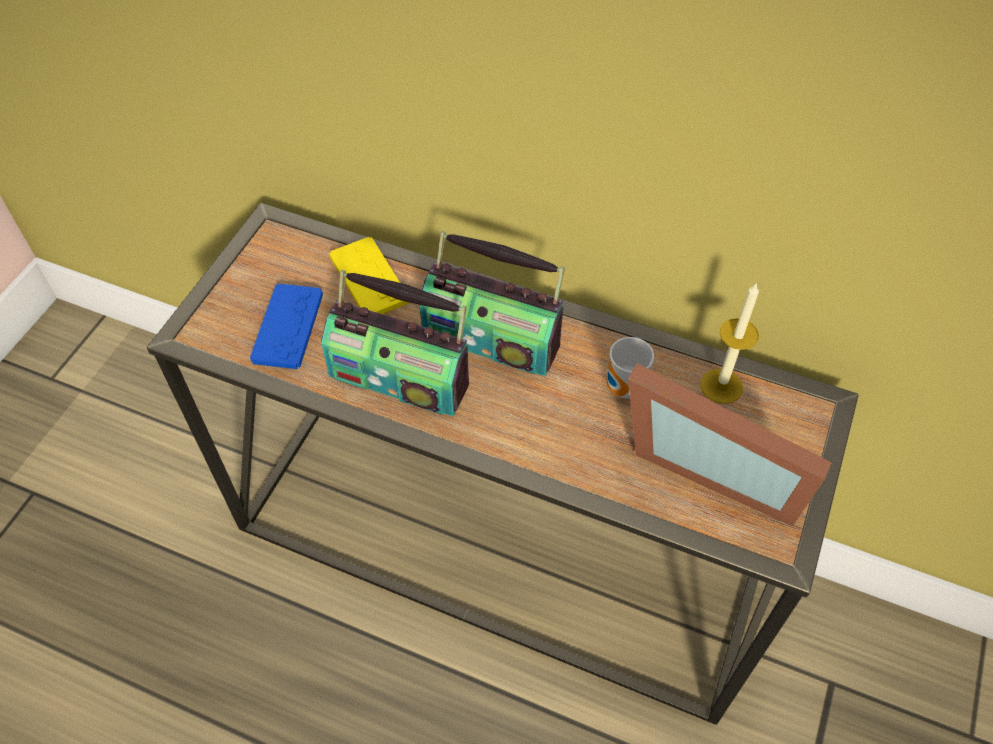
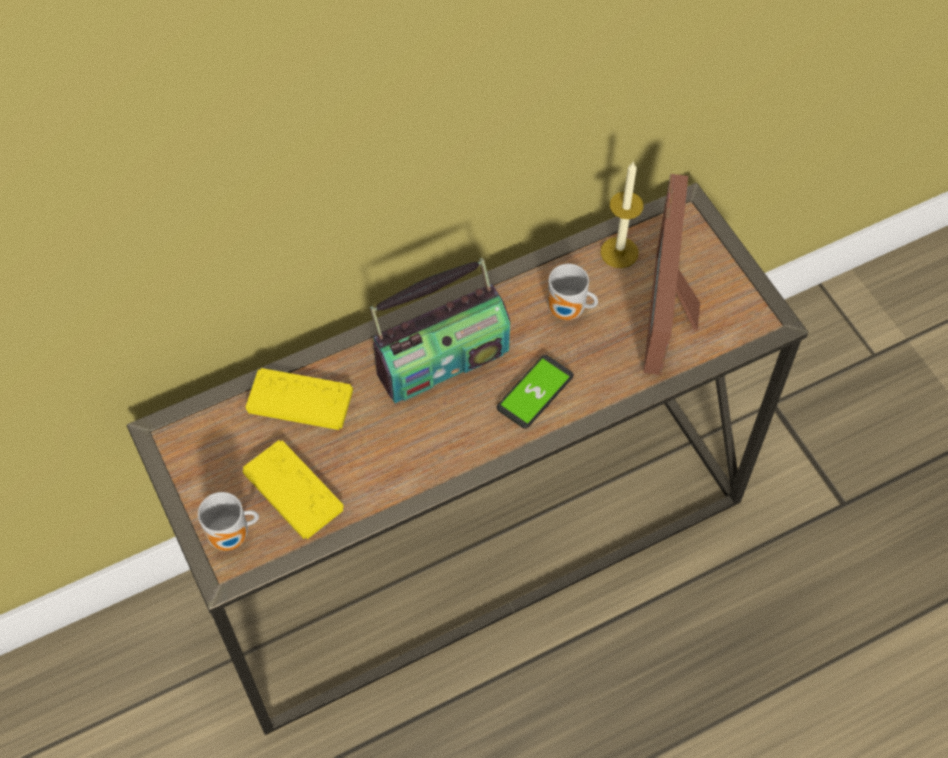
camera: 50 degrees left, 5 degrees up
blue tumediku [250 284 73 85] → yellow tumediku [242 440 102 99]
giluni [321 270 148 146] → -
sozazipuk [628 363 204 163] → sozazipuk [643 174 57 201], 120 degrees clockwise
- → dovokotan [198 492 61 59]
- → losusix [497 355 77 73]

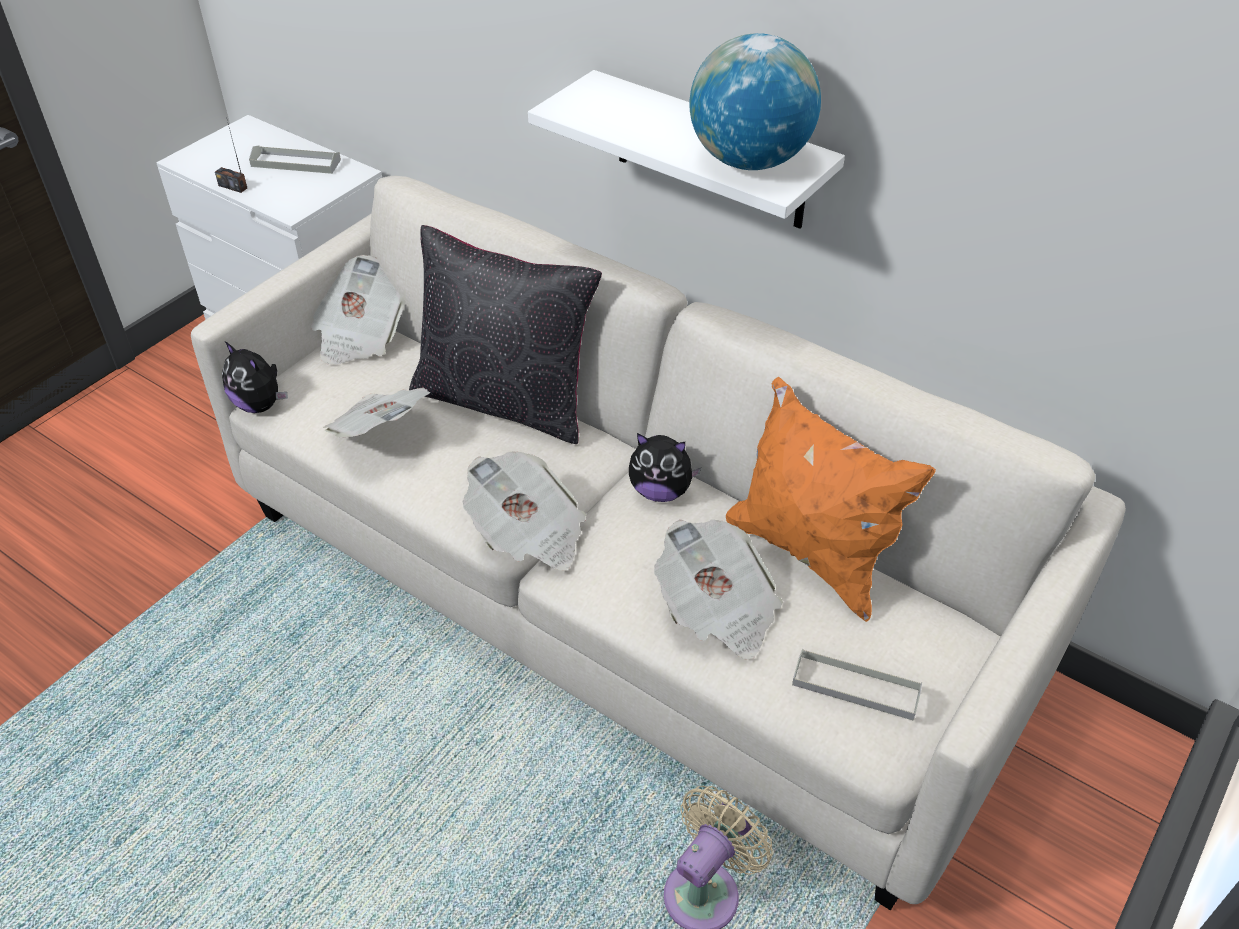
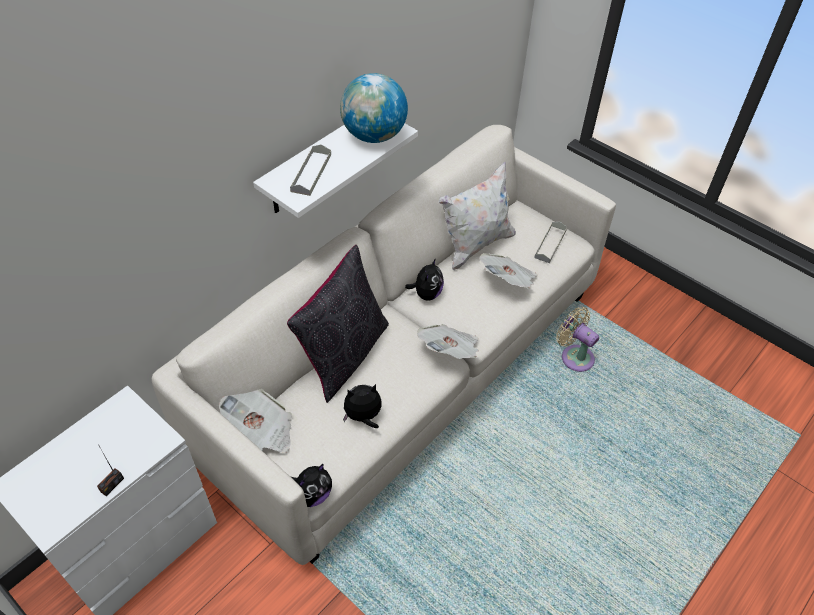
camera: 85 degrees left, 5 degrees up
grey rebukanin [249 146 92 28] → grey rebukanin [290 144 41 52], shifted
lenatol [323 387 107 50] → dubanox [343 384 39 44]
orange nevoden [726 377 210 245] → white nevoden [439 162 77 108]

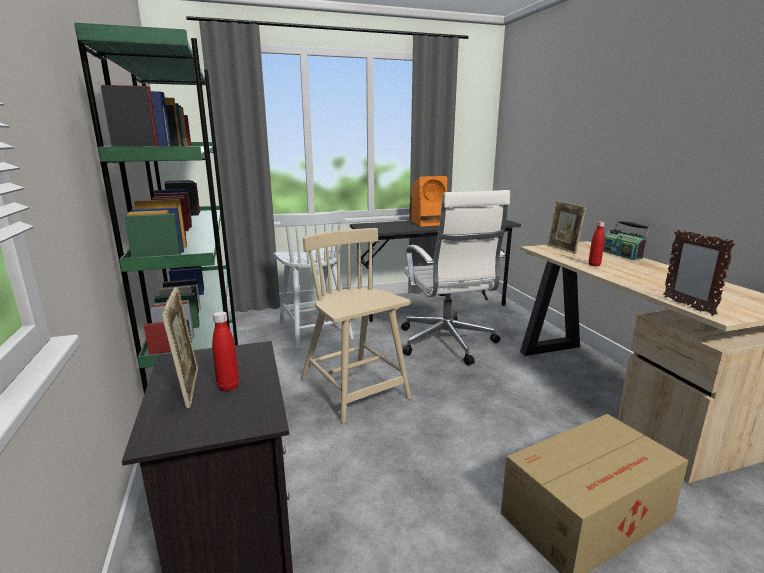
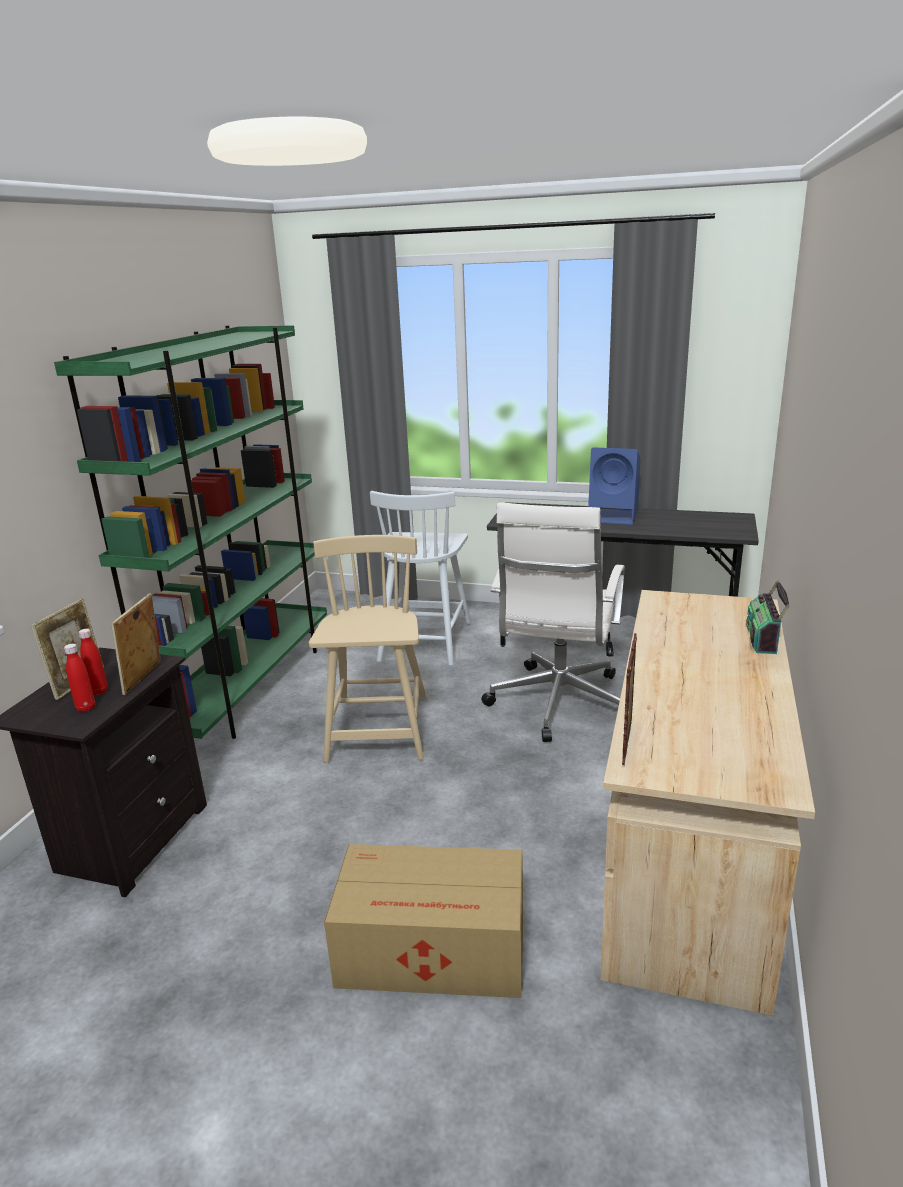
camera: 35 degrees right, 5 degrees up
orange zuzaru [411 176 36 51] → blue zuzaru [588 447 53 78]
sozazipuk [547 201 39 53] → sozazipuk [111 593 50 102], shifted
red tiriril [588 221 17 45] → red tiriril [64 644 31 68], shifted

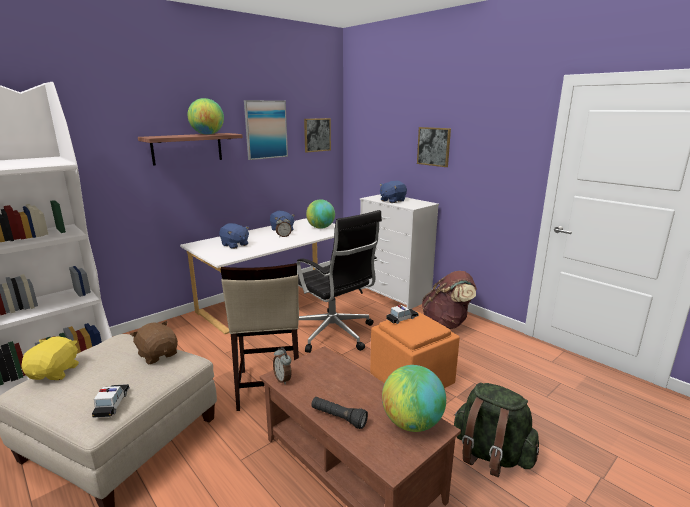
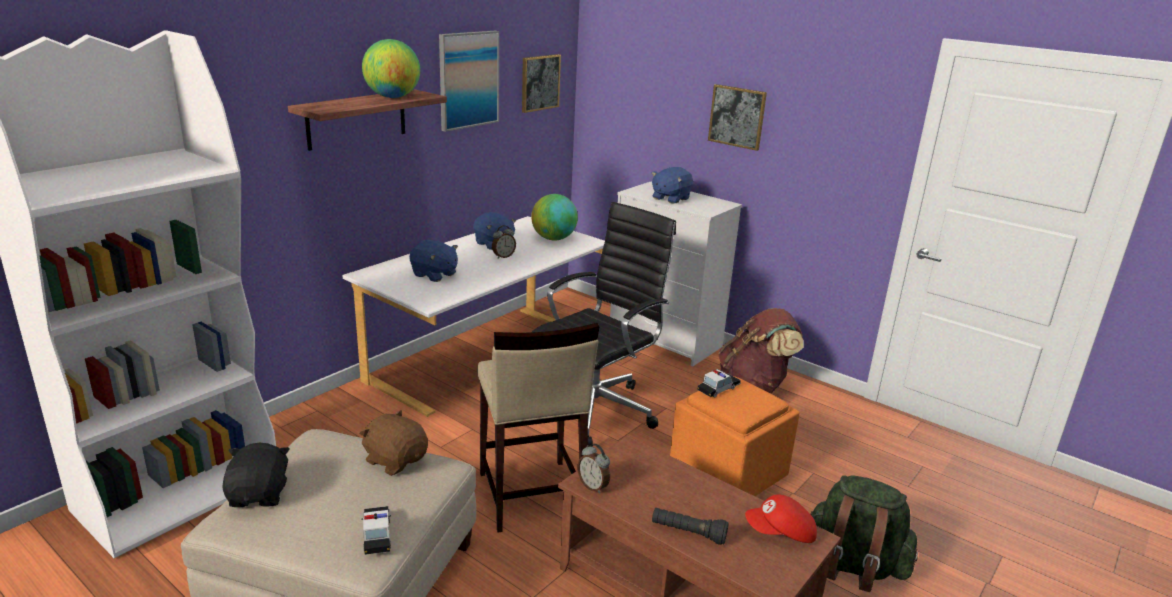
camera: 10 degrees left, 5 degrees up
yellow dubanox [21 336 58 44] → black dubanox [222 443 68 64]
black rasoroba [296 210 86 143] → black rasoroba [532 202 144 245], 90 degrees counterclockwise
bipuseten [382 365 64 67] → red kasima [745 494 72 49]

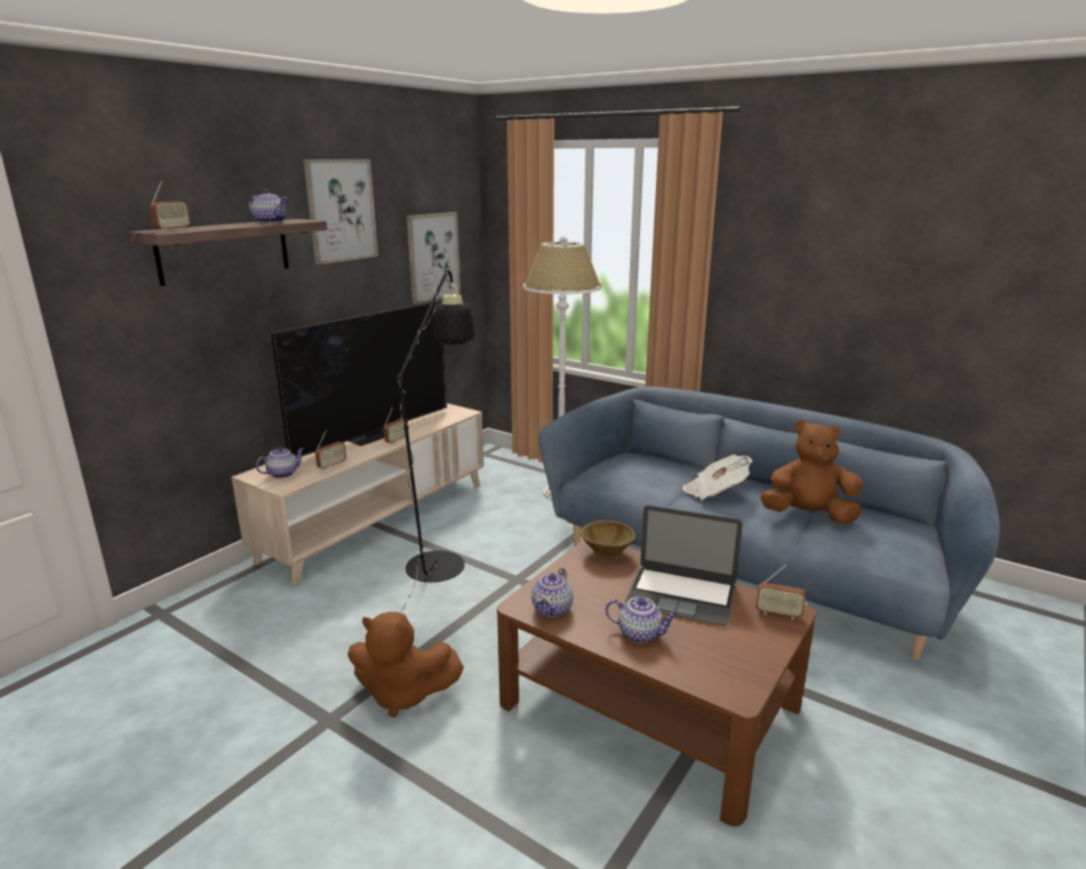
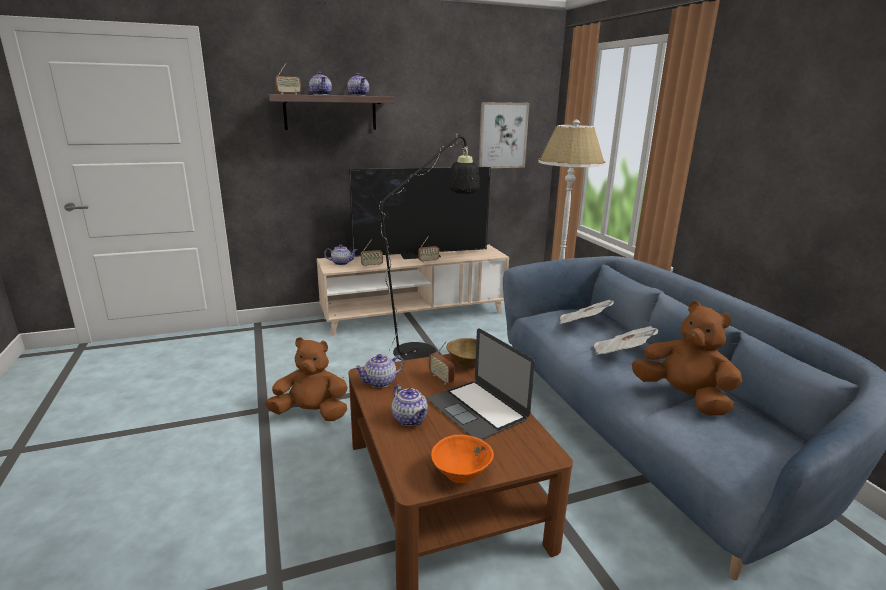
camera: 35 degrees right, 0 degrees up
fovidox [303 159 75 106] → -
brown dubanox [348 612 116 106] → brown dubanox [265 337 83 84], 135 degrees clockwise
giluni [756 565 50 55] → giluni [429 342 25 43], shifted
- → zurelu [309 72 23 23]
- → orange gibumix [431 435 63 48]
- → lenatol [560 300 54 24]

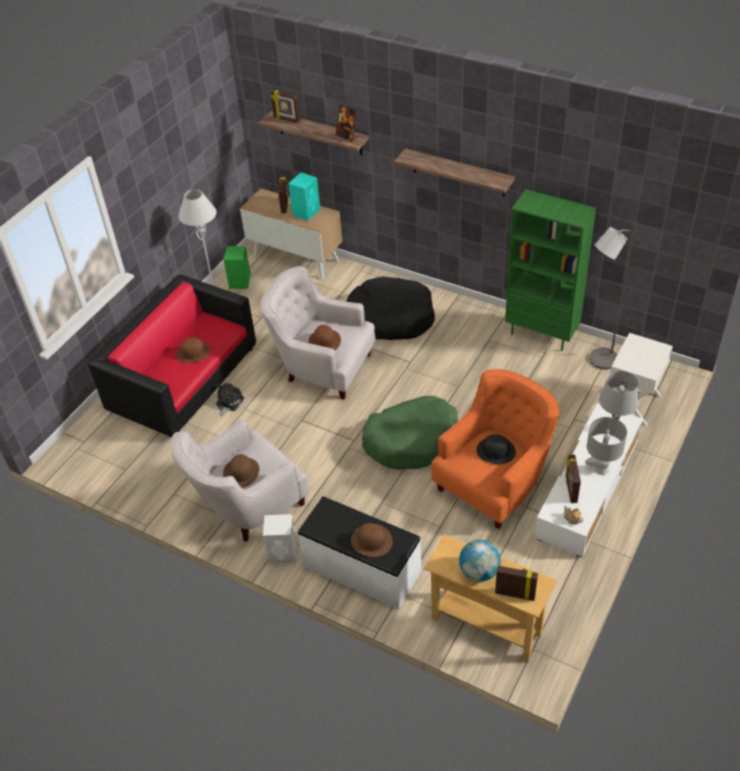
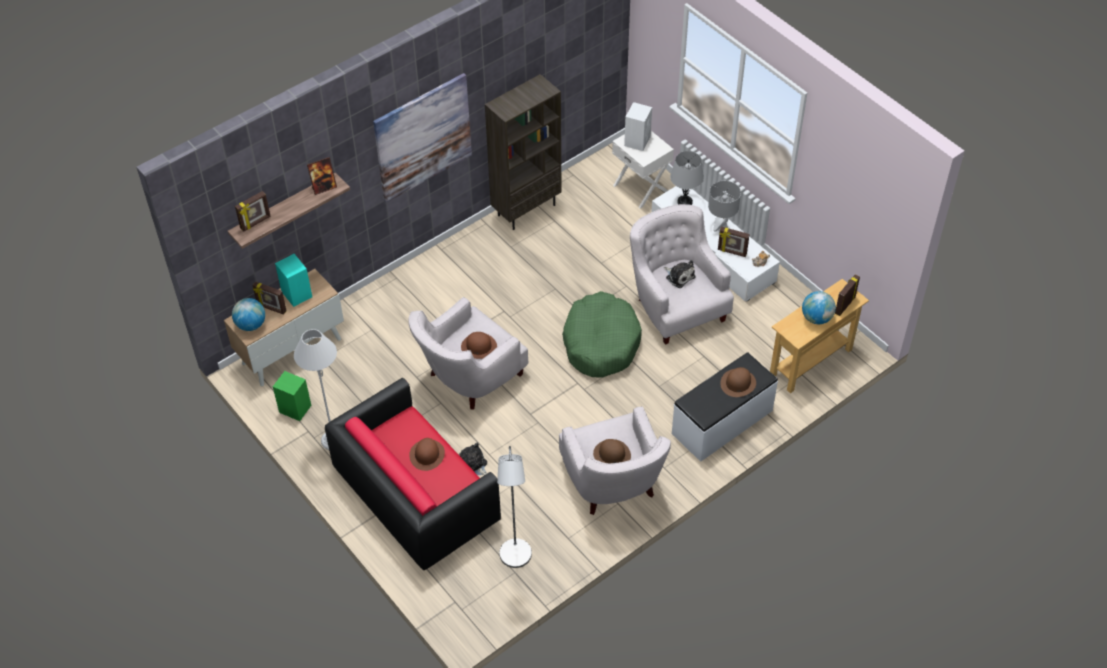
camera: 70 degrees left, 5 degrees up
white zuzaru [263 514 34 50] → white zuzaru [624 102 28 49], shifted
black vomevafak [346 276 89 64] → -
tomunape [394 148 121 48] → fovidox [373 73 99 130]
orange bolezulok [431 369 128 160] → white bolezulok [630 204 104 141]
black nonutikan [476 434 40 30] → dubanox [664 260 32 28]
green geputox [505 189 91 162] → brown geputox [485 74 77 156]
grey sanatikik [589 227 43 143] → grey sanatikik [497 446 35 122], shifted
- → bipuseten [232 298 33 33]

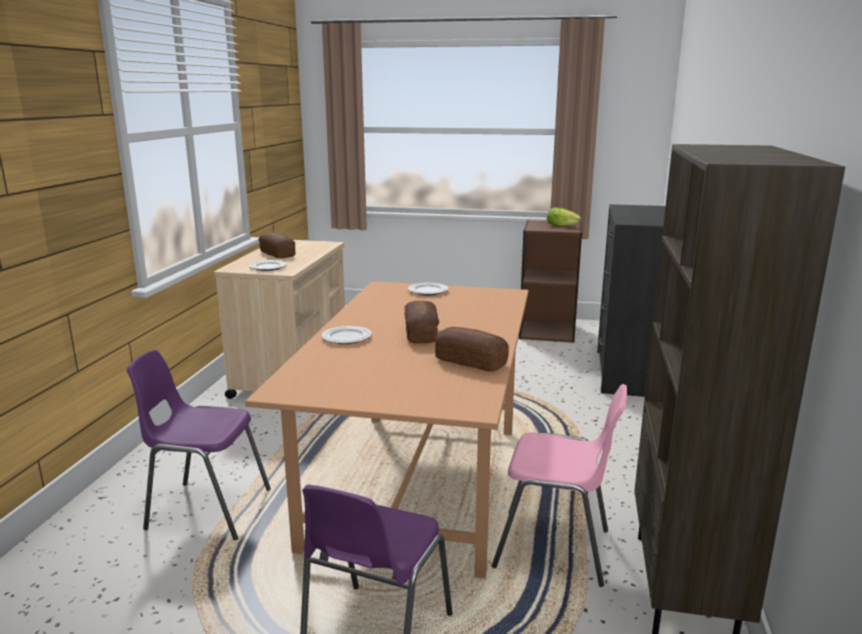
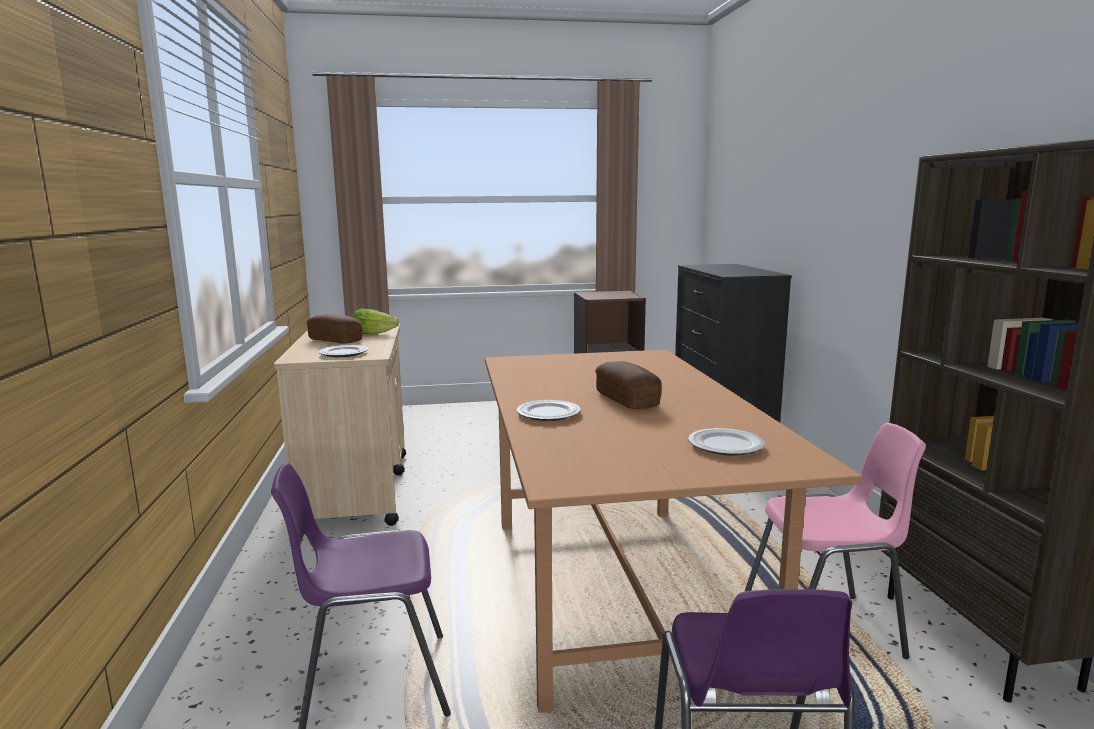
camera: 20 degrees left, 5 degrees down
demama [408 283 41 12] → demama [688 428 77 27], shifted
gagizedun [435 327 74 44] → -
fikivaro [547 207 34 19] → fikivaro [352 309 47 25], shifted

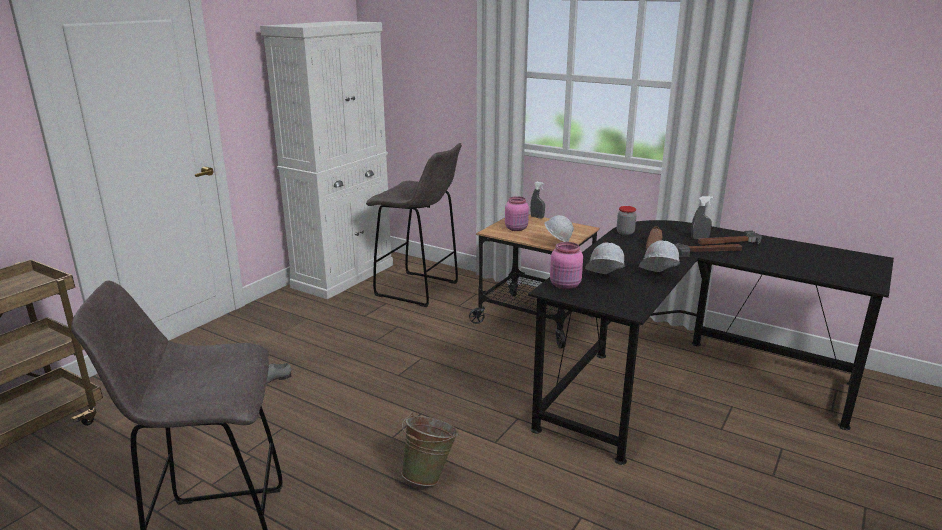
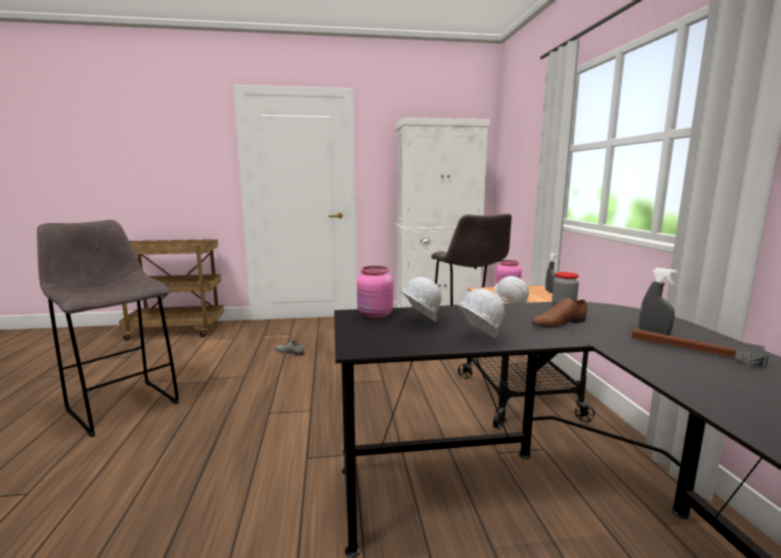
camera: 50 degrees right, 10 degrees down
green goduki [401 413 58 73] → -
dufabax [675 243 67 14] → -

